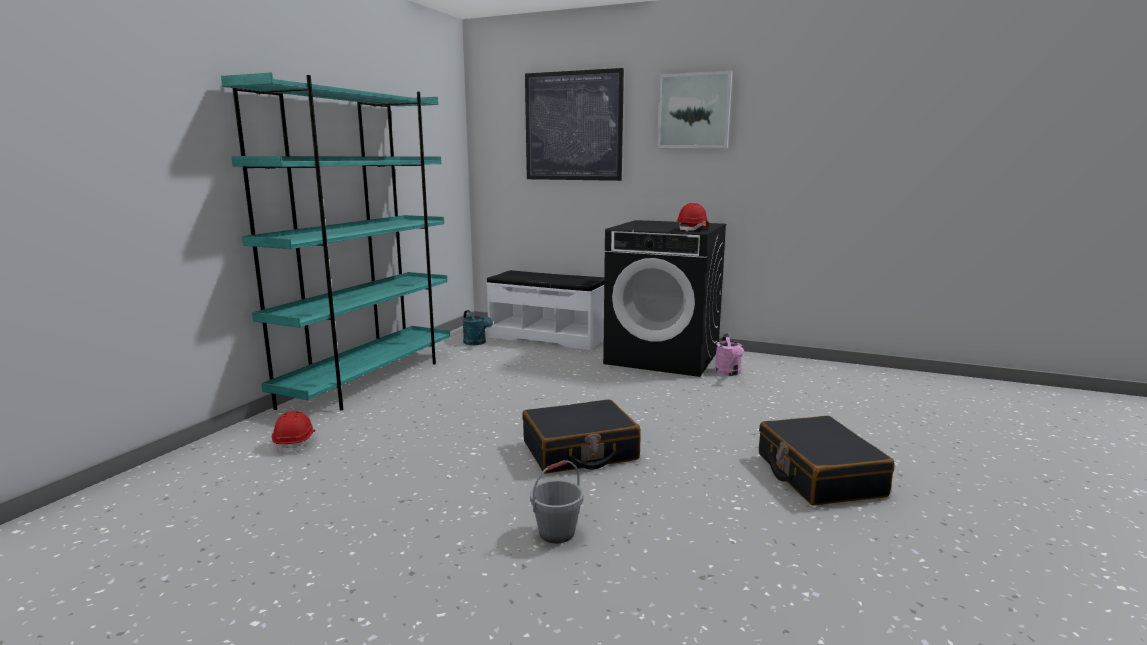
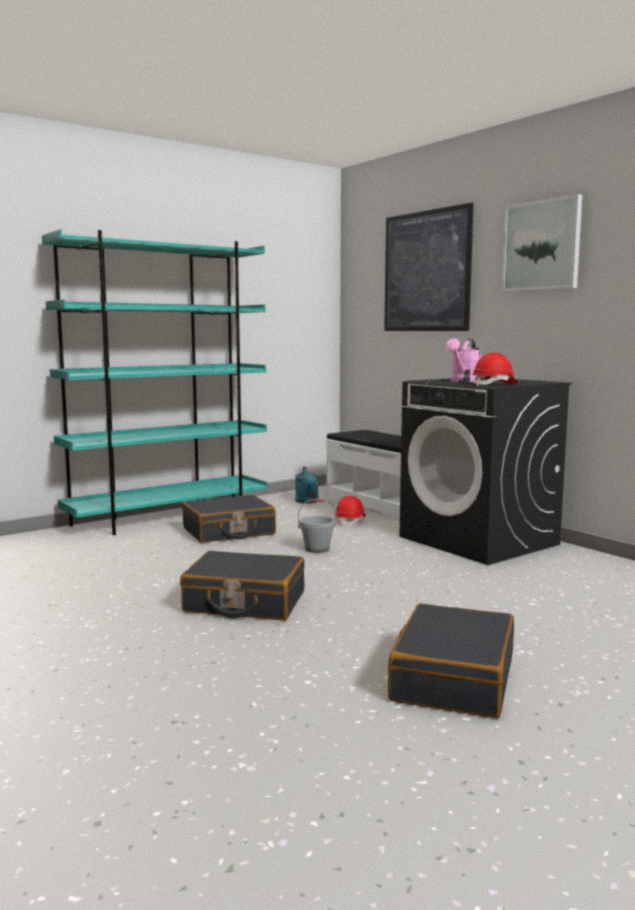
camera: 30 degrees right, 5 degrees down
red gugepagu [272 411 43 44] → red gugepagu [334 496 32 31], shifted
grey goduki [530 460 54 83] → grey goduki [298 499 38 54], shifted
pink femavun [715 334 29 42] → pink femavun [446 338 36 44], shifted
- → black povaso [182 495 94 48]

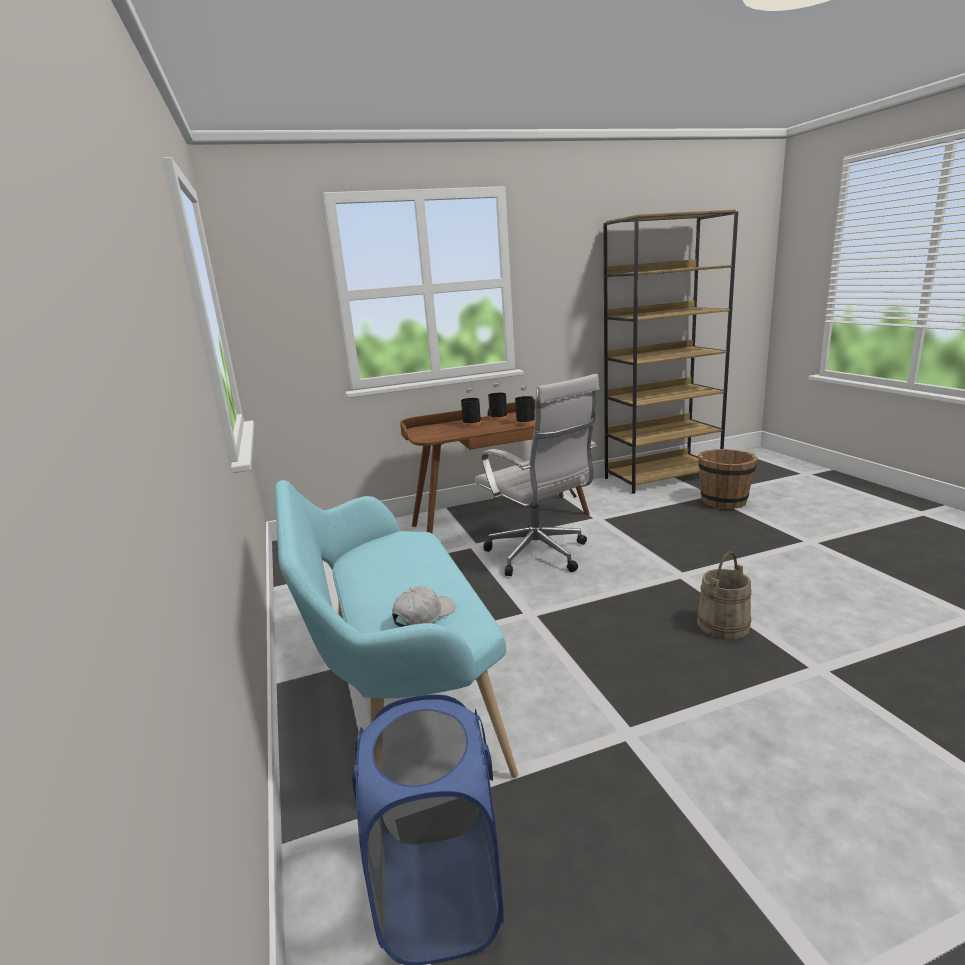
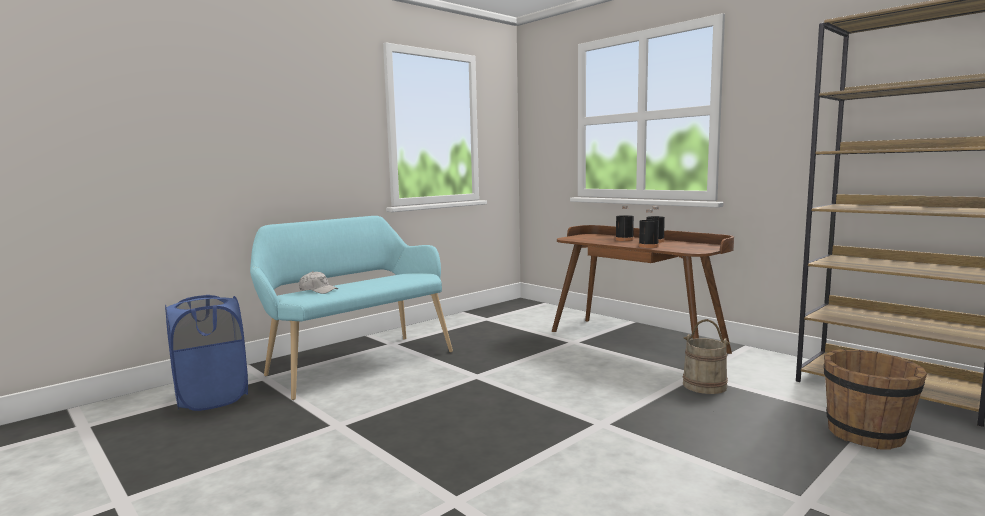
camera: 65 degrees right, 10 degrees down
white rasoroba [475 374 125 202] → -
beige goduki [697 551 55 88] → beige goduki [683 319 47 75], shifted

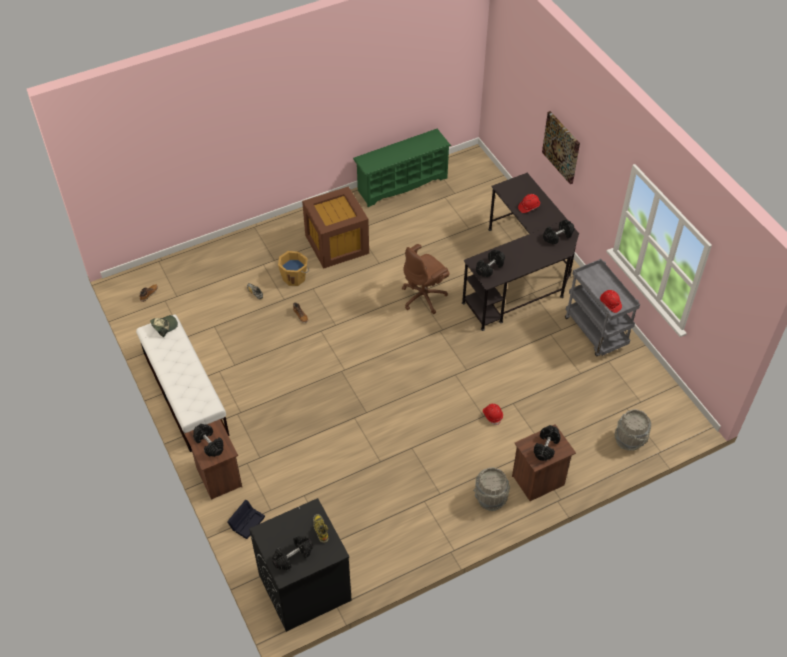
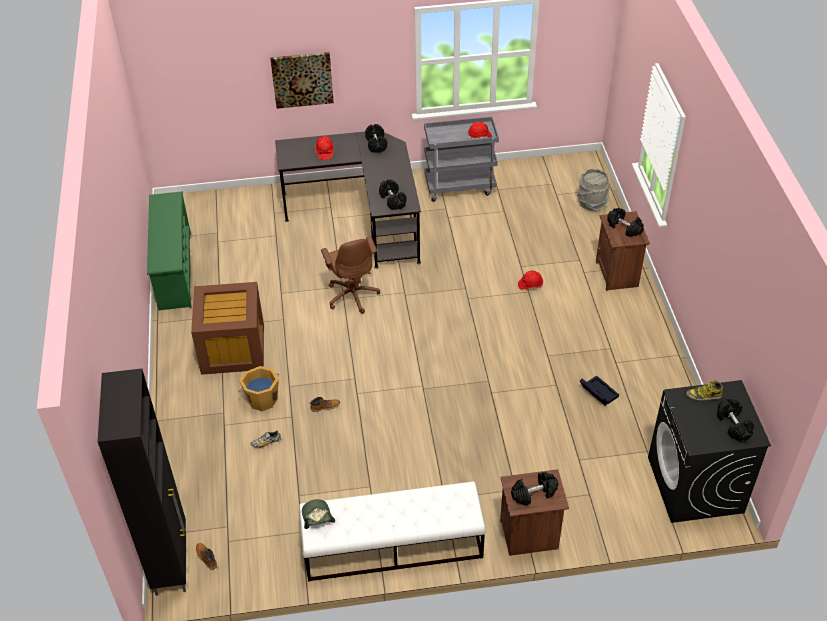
camera: 70 degrees left, 5 degrees down
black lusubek [227 500 38 39] → black lusubek [580 375 39 31], shifted
grey goduki [474 467 36 44] → -
- → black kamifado [98 368 88 228]

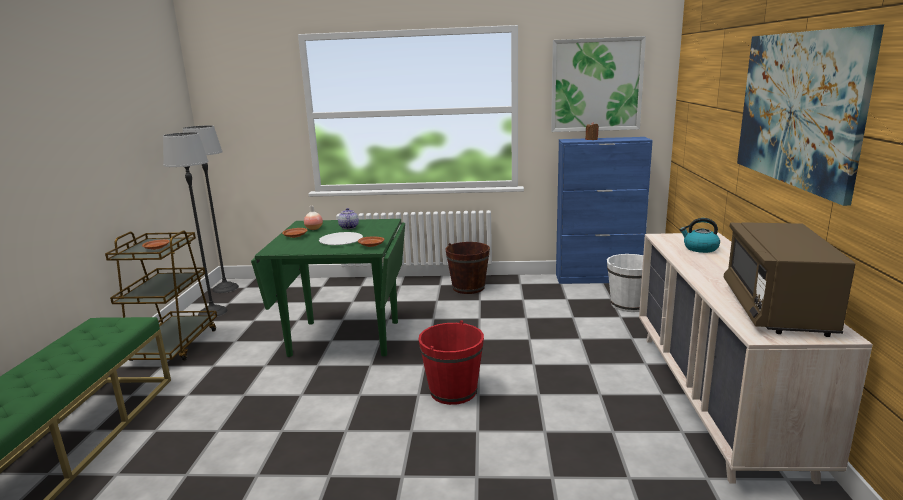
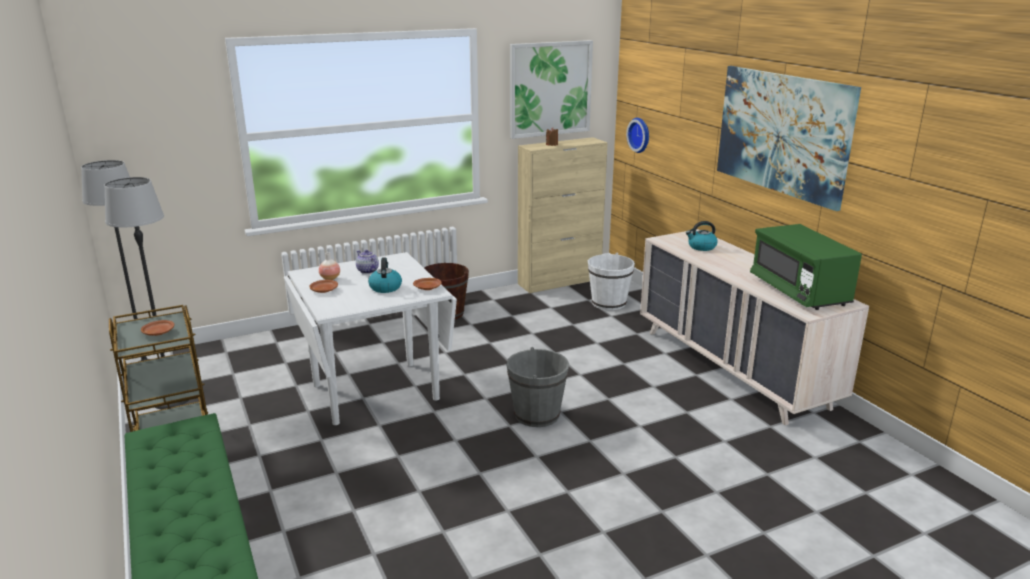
camera: 30 degrees left, 5 degrees up
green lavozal [251 219 154 138] → white lavozal [284 252 173 173]
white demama [319 232 44 13] → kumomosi [368 257 34 36]
red goduki [418 320 66 85] → grey goduki [506 347 63 80]
blue kamifado [556 137 97 147] → beige kamifado [518 137 90 156]
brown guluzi [724 222 131 115] → green guluzi [750 224 112 86]
- → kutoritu [626 118 23 35]

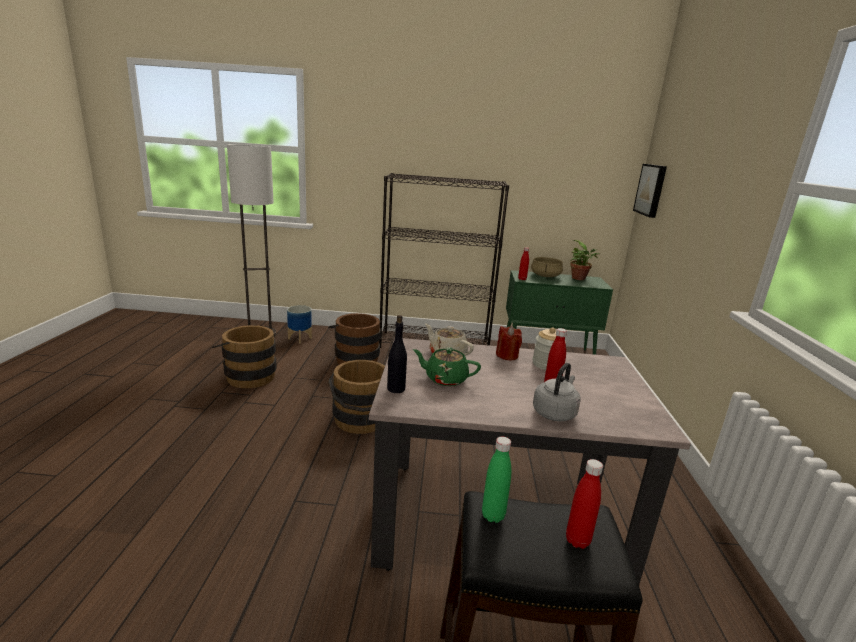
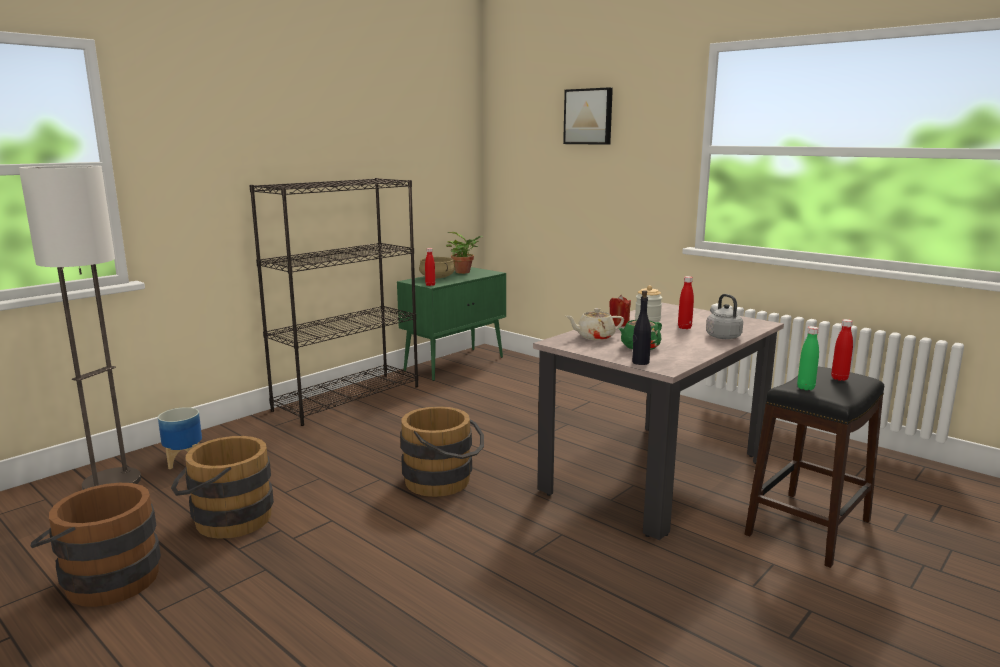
camera: 50 degrees left, 5 degrees down
brown goduki [328 313 54 52] → brown goduki [31 483 130 124], shifted
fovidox [633 164 34 54] → fovidox [563 87 50 58], shifted

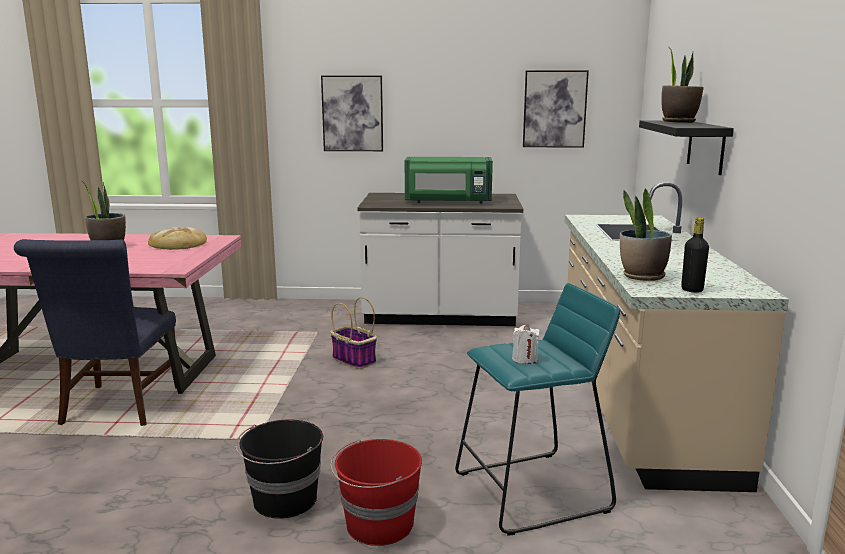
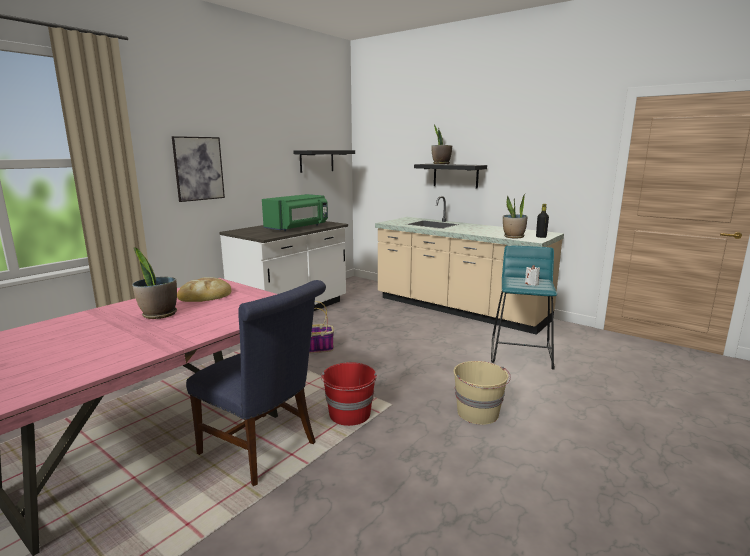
camera: 55 degrees left, 0 degrees up
black goduki [236 419 87 100] → beige goduki [454 361 57 64]
red goduki [330 439 92 107] → red goduki [321 362 56 64], shifted
fovidox [523 70 66 78] → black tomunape [293 150 62 23]

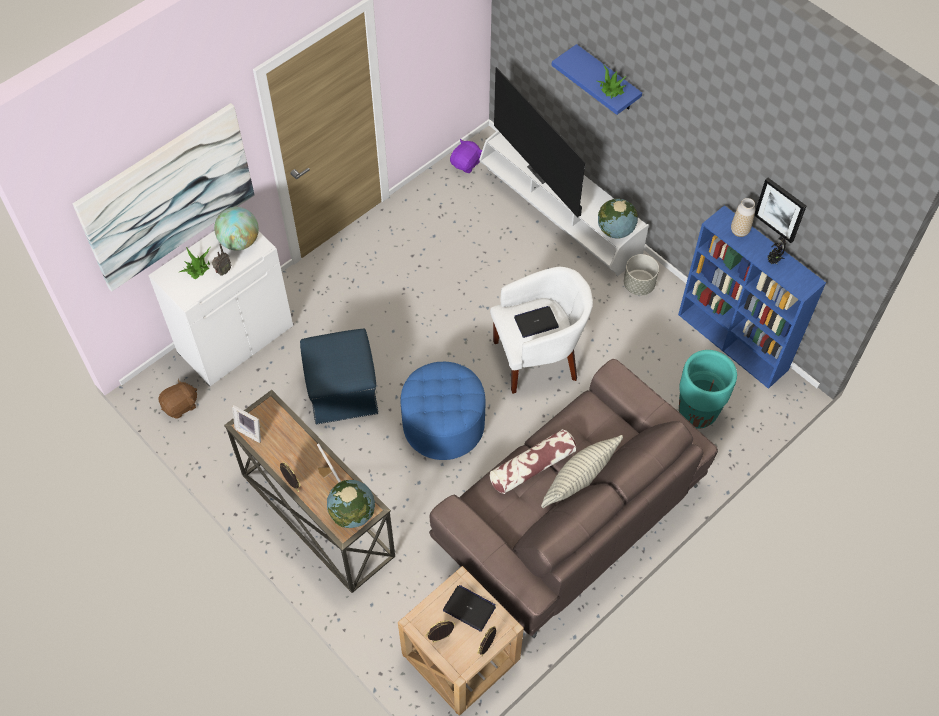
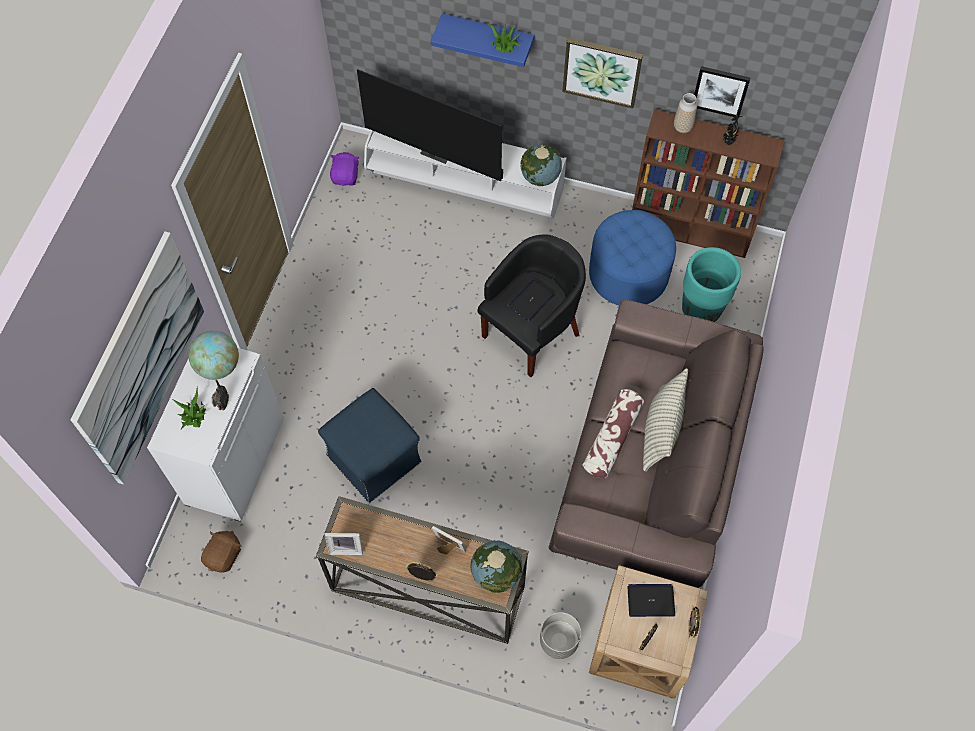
camera: 30 degrees left, 5 degrees up
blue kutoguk [401 362 84 98] → blue kutoguk [589 210 87 95], shifted
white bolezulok [490 267 103 127] → black bolezulok [477 234 109 143]
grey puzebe [624 254 35 41] → grey puzebe [540 612 41 47], shifted
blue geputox [678 205 148 184] → brown geputox [632 109 152 149]
- → fovidox [562 37 81 72]

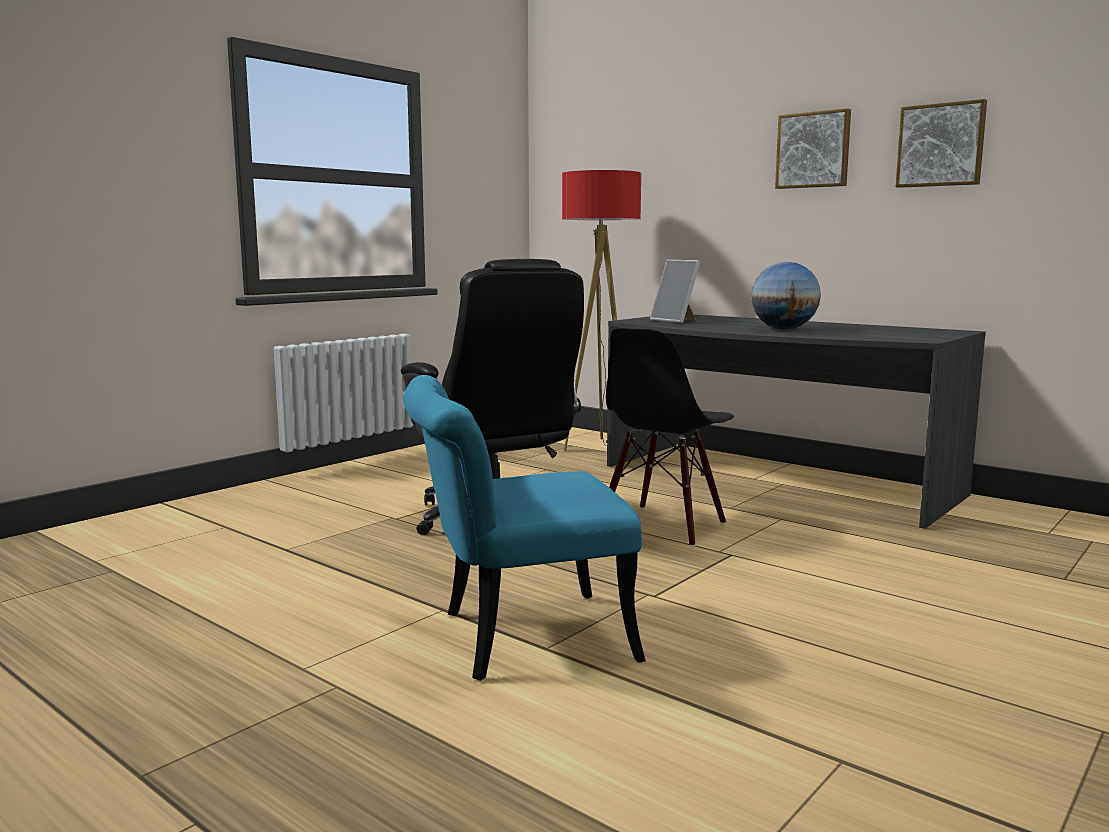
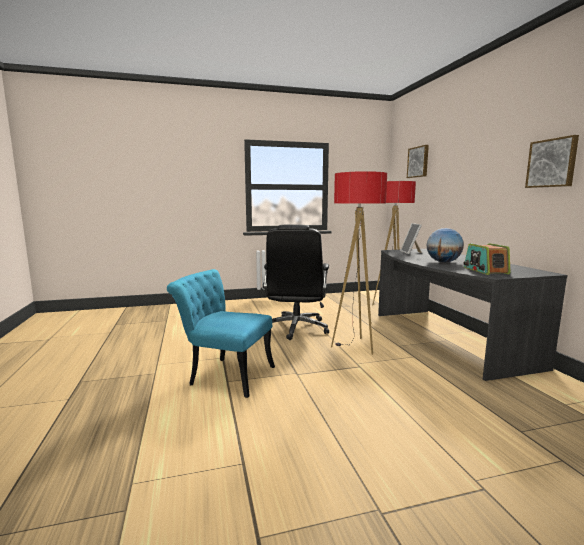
camera: 35 degrees right, 0 degrees up
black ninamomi [606 328 128 219] → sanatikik [331 171 56 184]
fovidox [775 108 76 81] → fovidox [407 145 22 33], shifted
- → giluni [463 243 47 32]

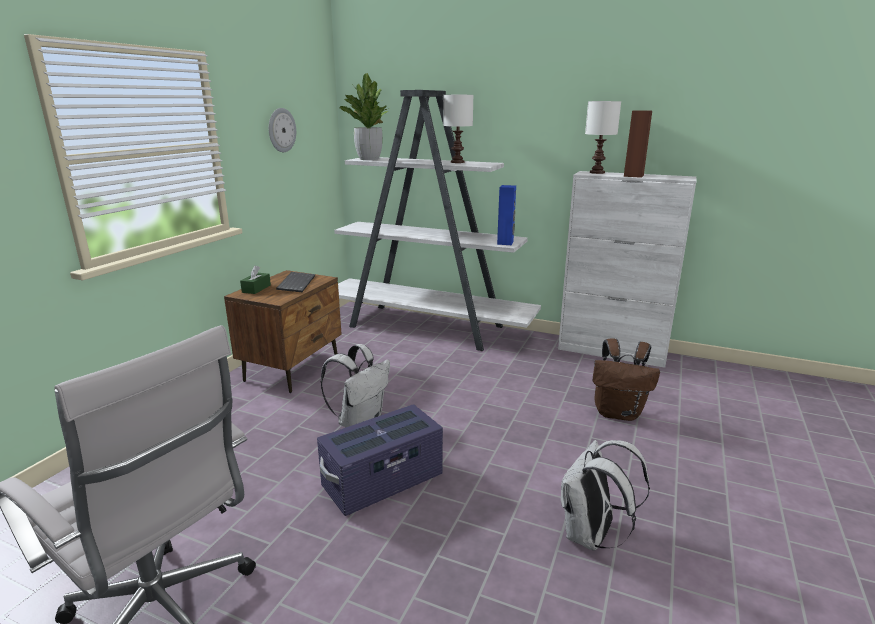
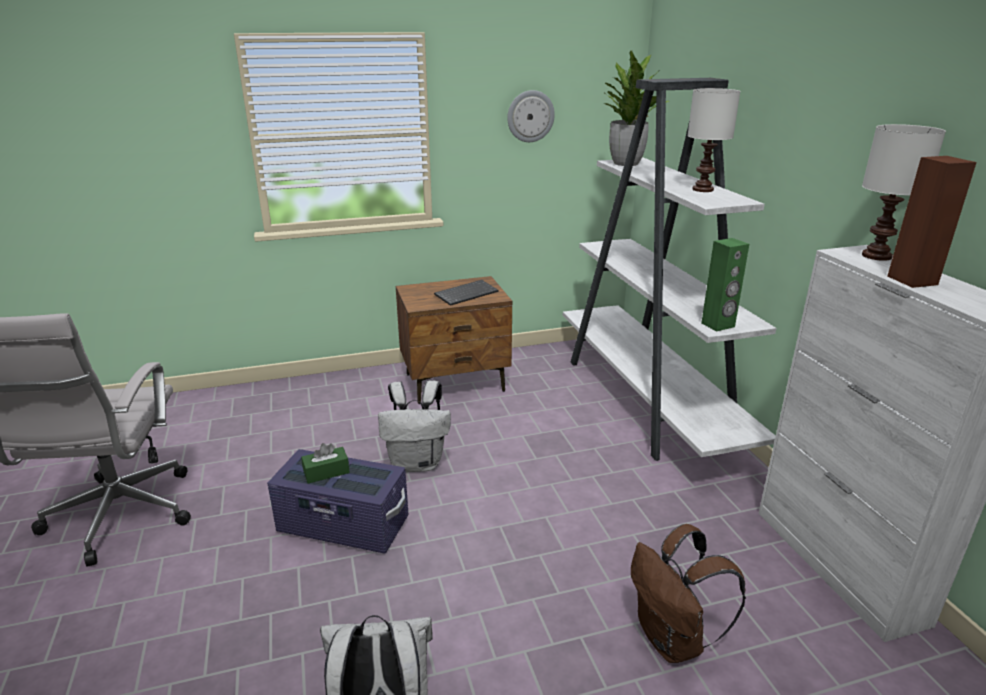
camera: 50 degrees right, 5 degrees up
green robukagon [240 266 31 28] → green robukagon [301 443 49 40], shifted
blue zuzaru [497 185 19 60] → green zuzaru [701 238 48 93]

